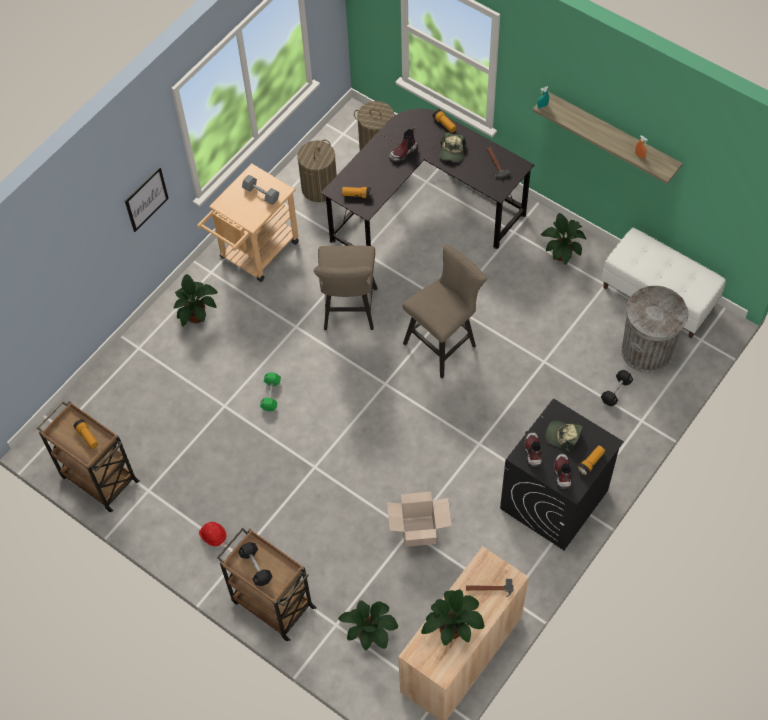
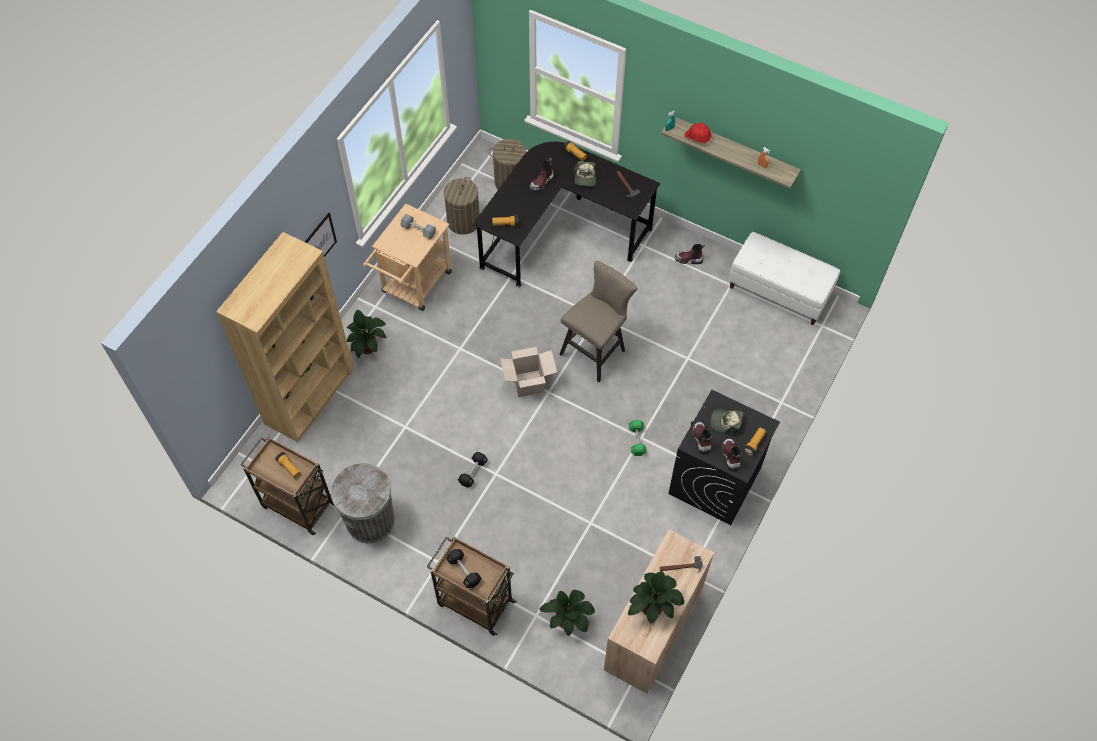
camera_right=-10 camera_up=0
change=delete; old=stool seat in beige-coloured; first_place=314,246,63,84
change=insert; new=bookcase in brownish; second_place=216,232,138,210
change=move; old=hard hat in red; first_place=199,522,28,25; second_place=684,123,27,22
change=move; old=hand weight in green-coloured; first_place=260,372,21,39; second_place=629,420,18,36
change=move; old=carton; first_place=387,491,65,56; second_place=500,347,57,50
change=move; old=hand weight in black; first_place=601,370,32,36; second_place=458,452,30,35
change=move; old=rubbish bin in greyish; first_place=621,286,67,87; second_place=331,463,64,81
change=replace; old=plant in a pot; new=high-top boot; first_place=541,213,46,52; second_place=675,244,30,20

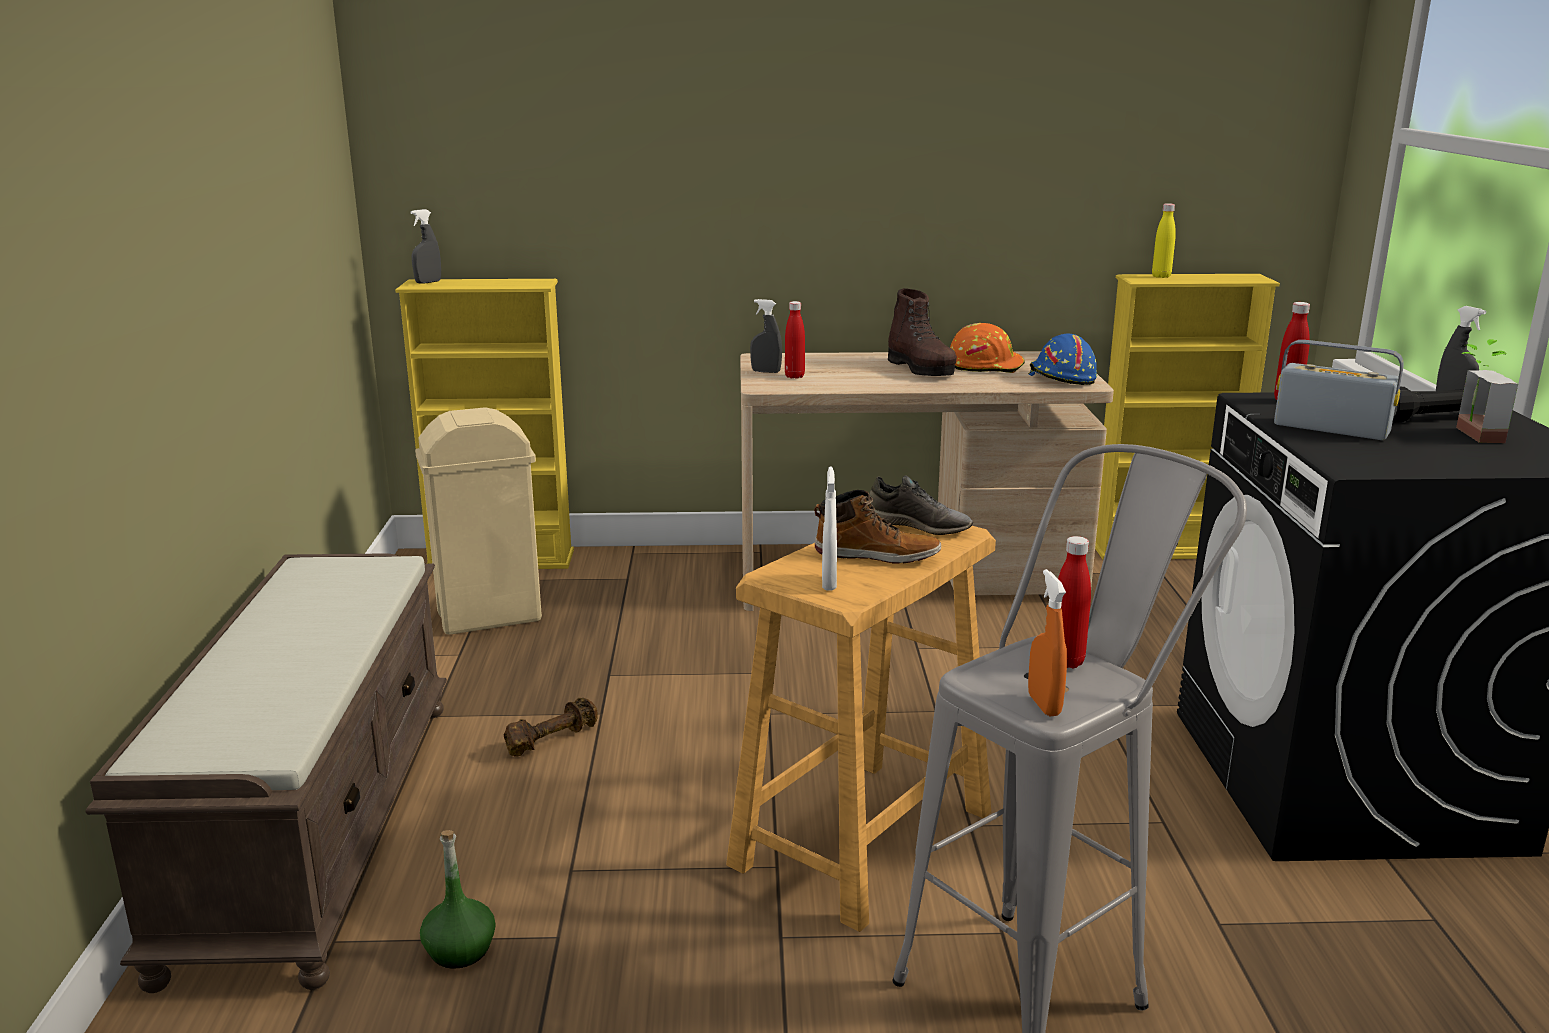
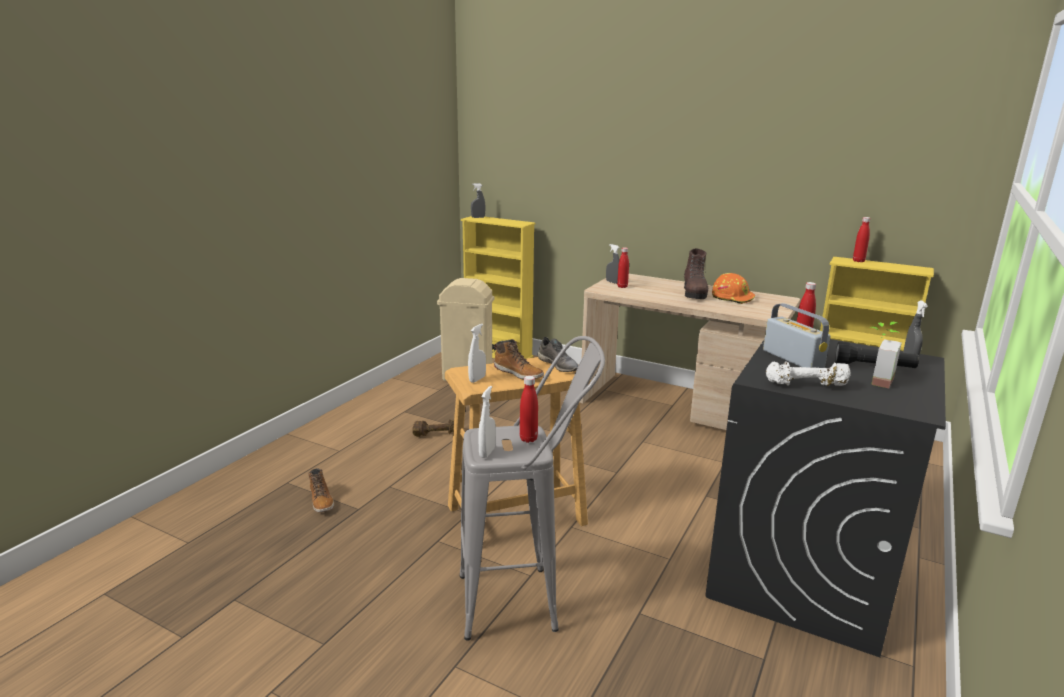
camera_right=30 camera_up=0
change=delete; old=bench in brownish; first_place=85,553,362,440
change=delete; old=hard hat in blue; first_place=1028,334,69,51
change=insert; new=hand weight in white-coloured; second_place=766,361,84,26
change=replace; old=bottle in green-coloured; new=high-top boot; first_place=420,830,76,139; second_place=308,468,26,44
change=recolor; old=sprayer in orangey; new=sprayer in white-coloured; first_place=1028,569,39,147; second_place=478,386,18,72
change=recolor; old=bottle in yellowish; new=bottle in red; first_place=1152,203,24,75; second_place=853,217,17,45

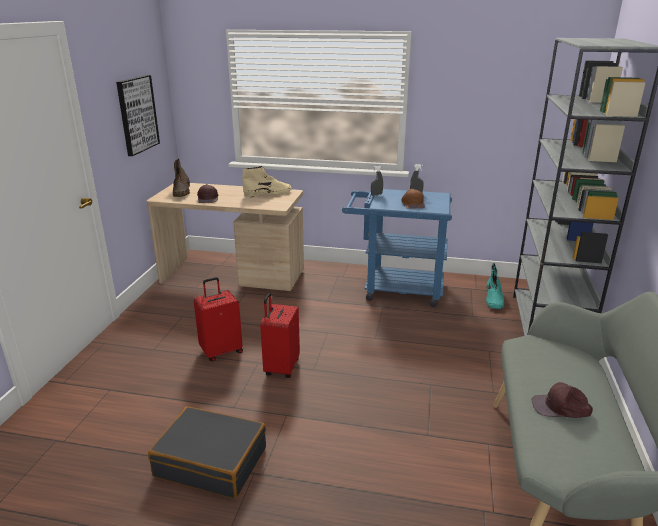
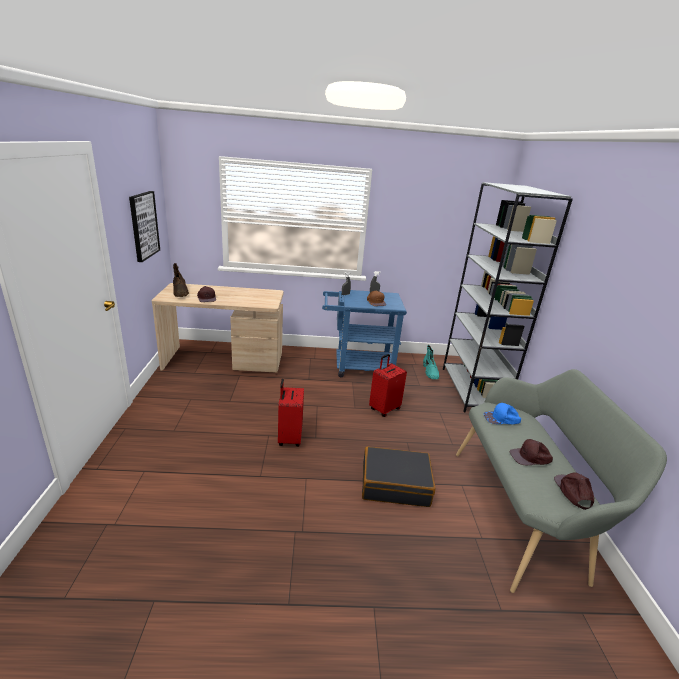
camera_right=-15 camera_up=0
change=delete; old=high-top boot in beige-coloured; first_place=242,165,50,32
change=insert; new=baseball cap in blue; second_place=483,403,38,21
change=insert; new=baseball cap in brownish; second_place=554,472,40,38
change=move; old=piece of luggage in black; first_place=148,406,118,92; second_place=362,446,73,61
change=move; old=piece of luggage in red; first_place=194,277,49,84; second_place=369,354,38,63

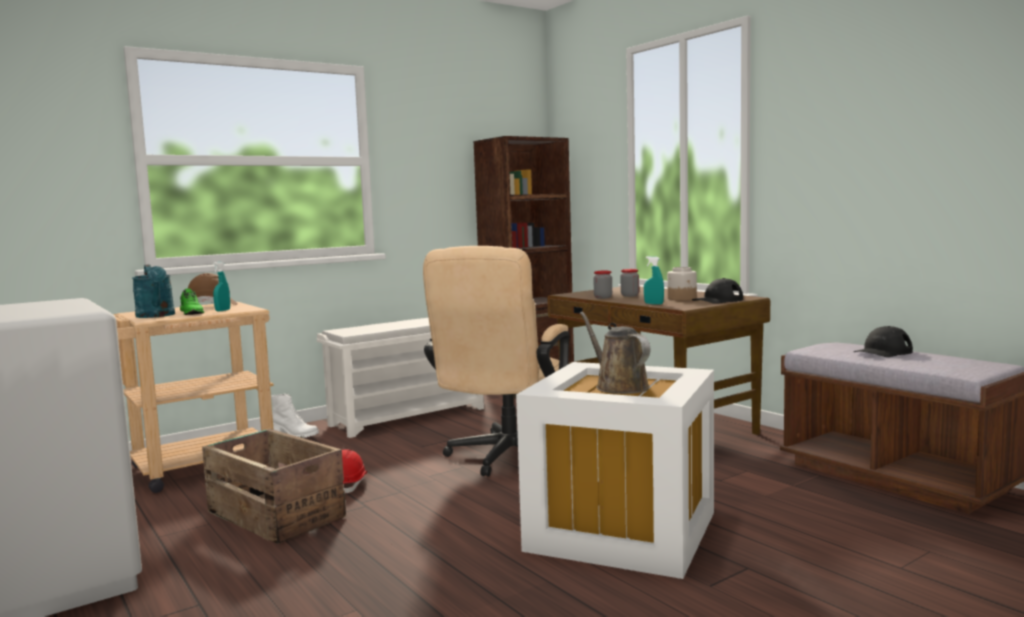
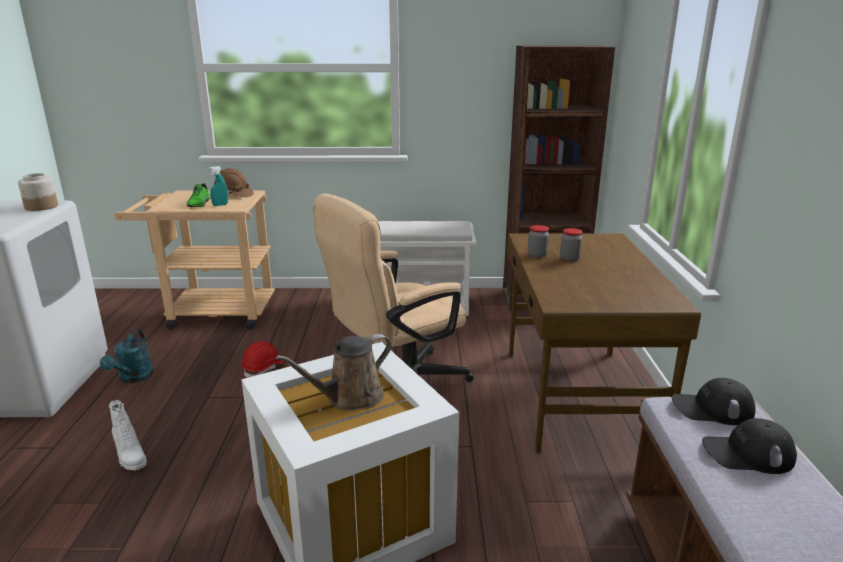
camera_right=35 camera_up=15
change=delete; old=packing crate; first_place=202,429,144,115
change=delete; old=sprayer in blue-green; first_place=644,256,20,49
change=move; old=watering pot in blue-green; first_place=132,264,43,54; second_place=100,329,53,54
change=move; old=high-top boot in white-coloured; first_place=271,394,48,44; second_place=109,400,38,70
change=move; old=storage jar; first_place=667,267,30,33; second_place=18,173,40,38
change=move; old=baseball cap in black; first_place=692,278,51,26; second_place=672,378,84,47
change=rotate; old=watering pot in brownish; first_place=580,312,71,82; second_place=275,334,117,76; degrees=-135

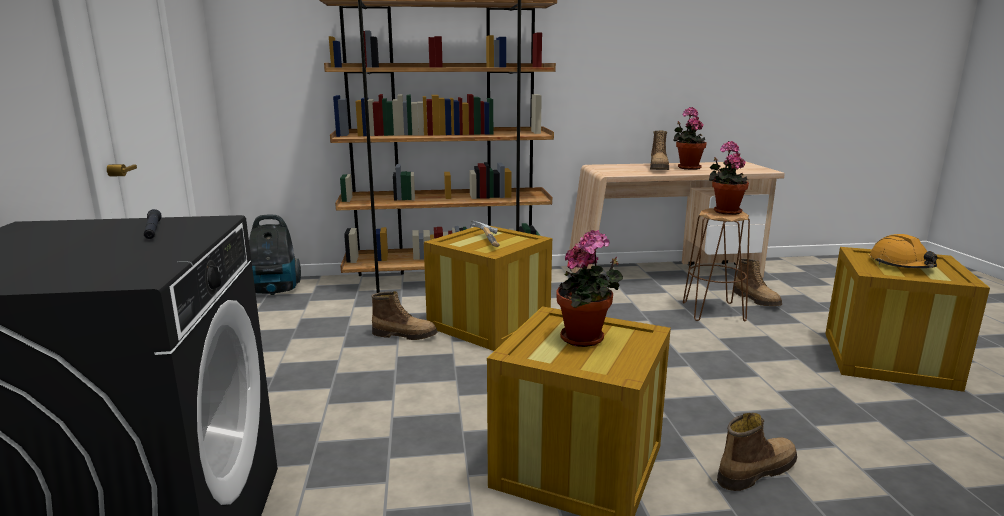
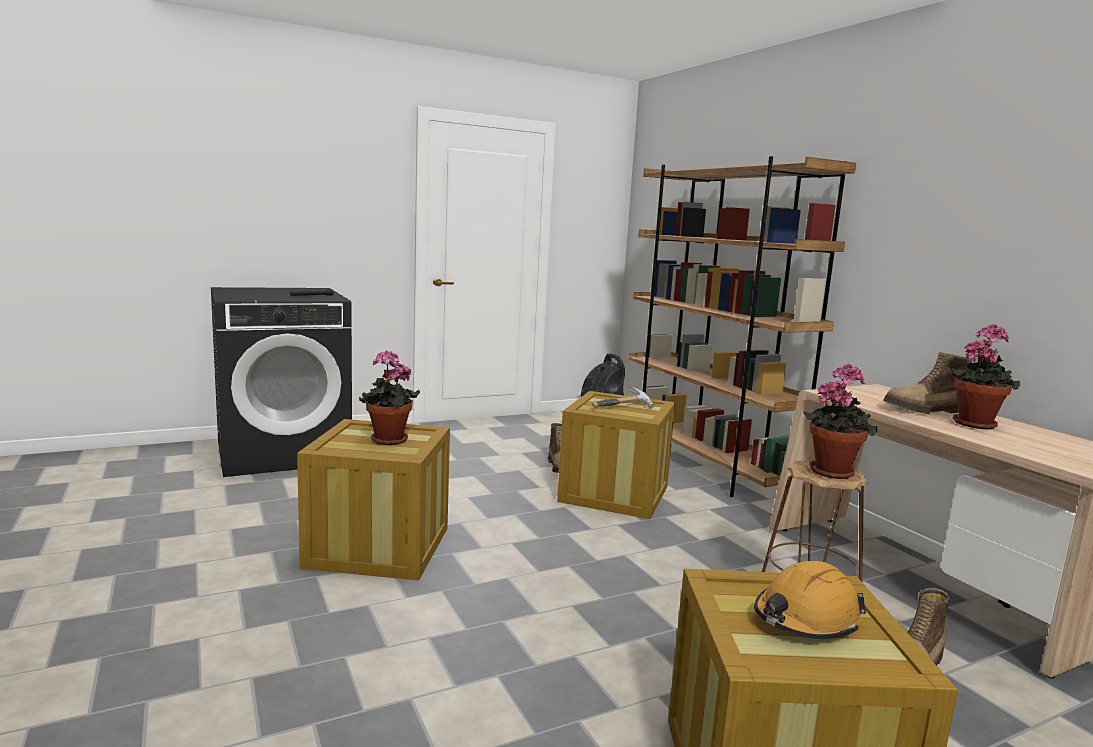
camera_right=70 camera_up=-5
change=delete; old=high-top boot; first_place=717,413,80,78

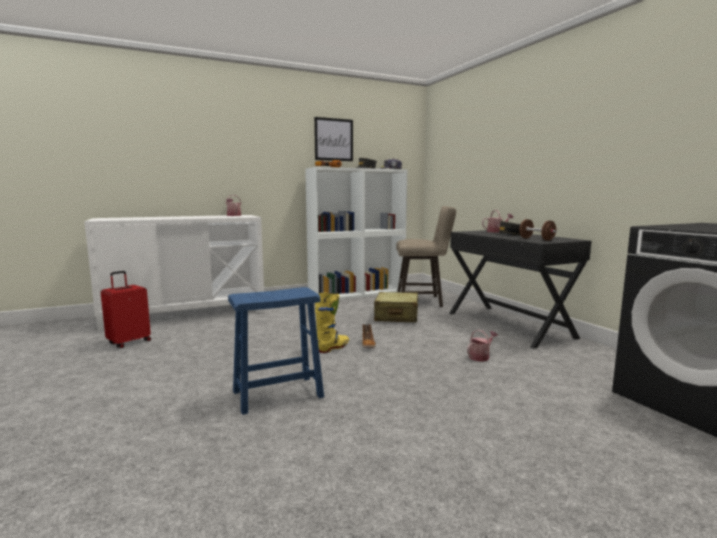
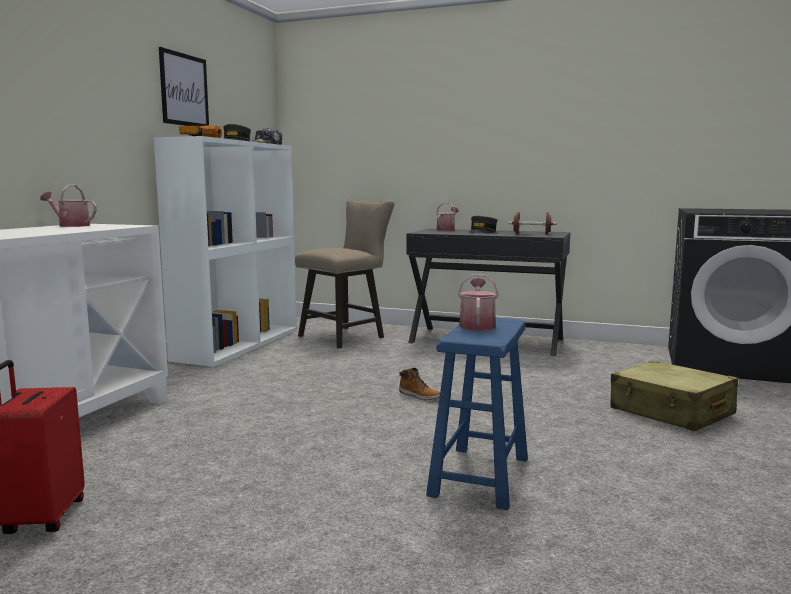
camera_right=-45 camera_up=0
change=delete; old=high-top boot in yellowish; first_place=315,292,34,61
change=move; old=piece of luggage in beige-coloured; first_place=374,292,44,30; second_place=610,361,128,70
change=move; old=watering pot; first_place=467,330,31,32; second_place=458,274,41,57

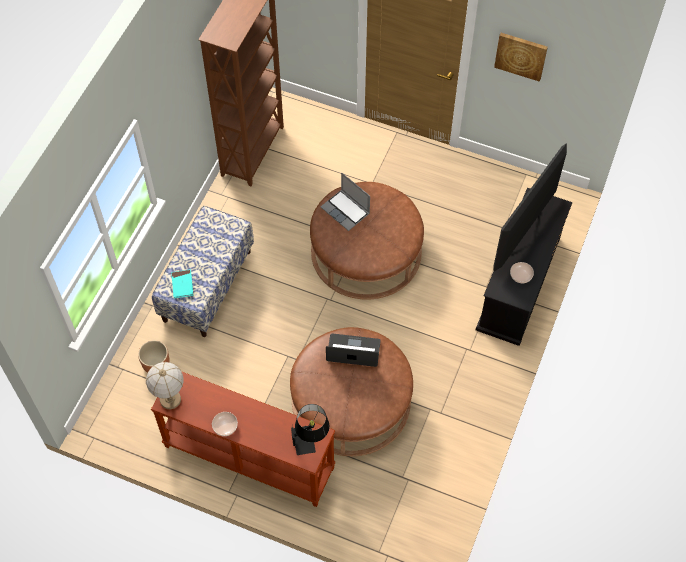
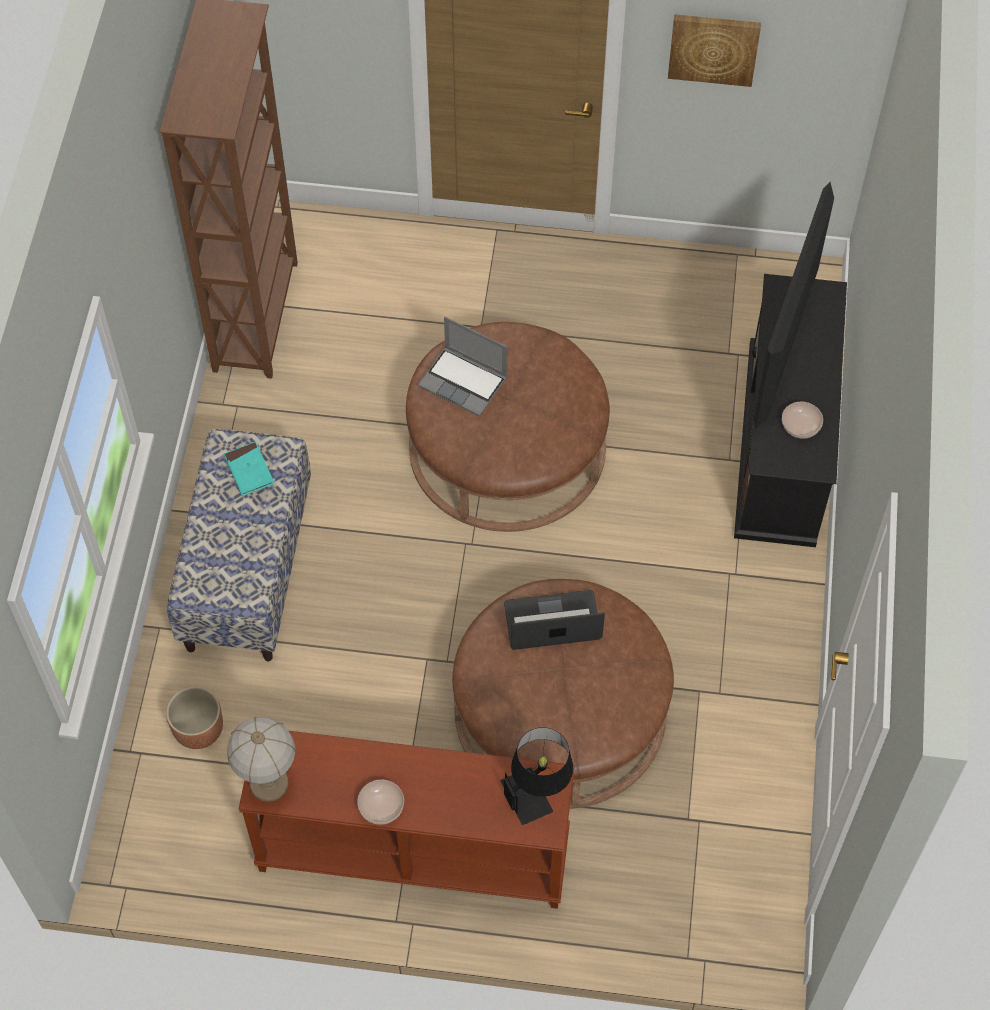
camera_right=-15 camera_up=0
change=move; old=volume in blue-green; first_place=171,269,22,29; second_place=224,441,50,55

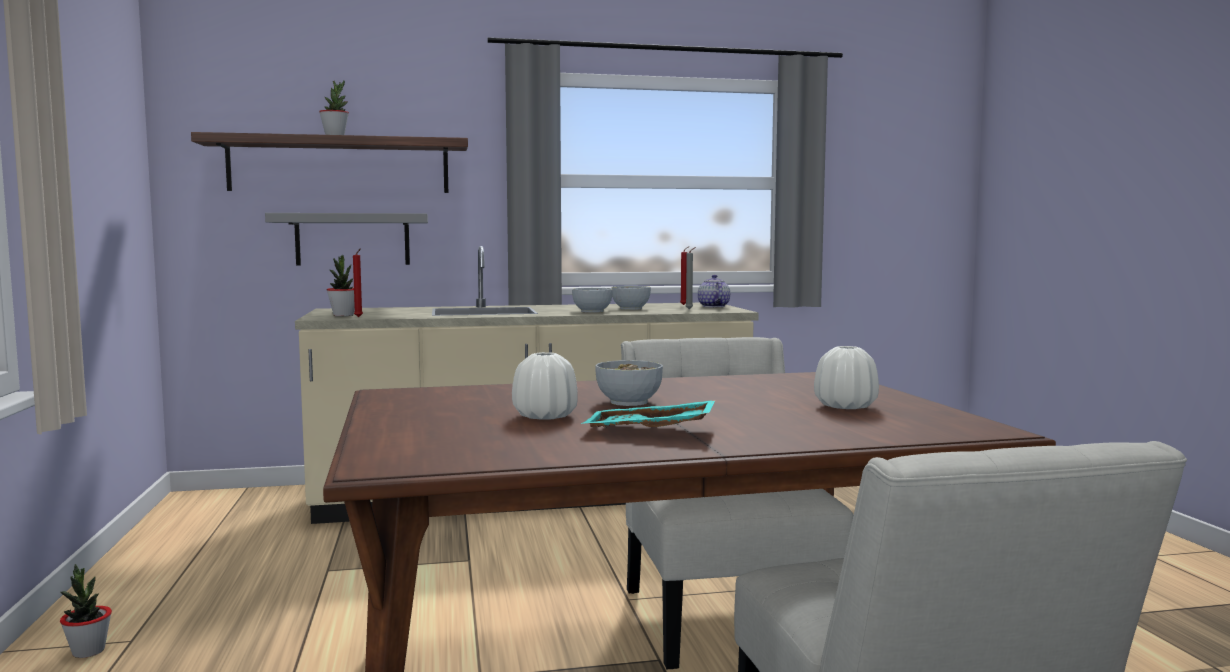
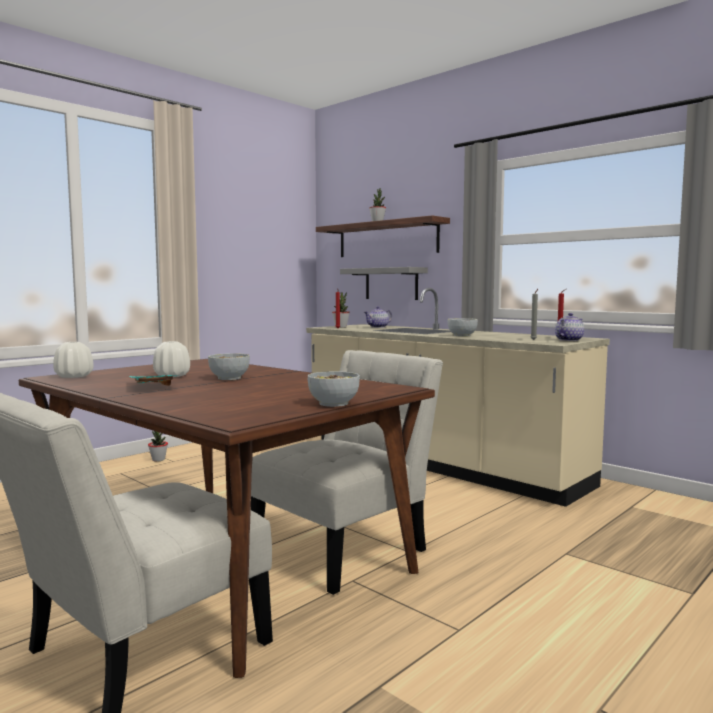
camera_right=55 camera_up=0
change=insert; new=teapot; second_place=364,306,28,22
change=move; old=deep dish; first_place=612,286,39,24; second_place=308,371,52,36
change=move; old=vase in white-coloured; first_place=814,346,65,63; second_place=53,342,41,36

